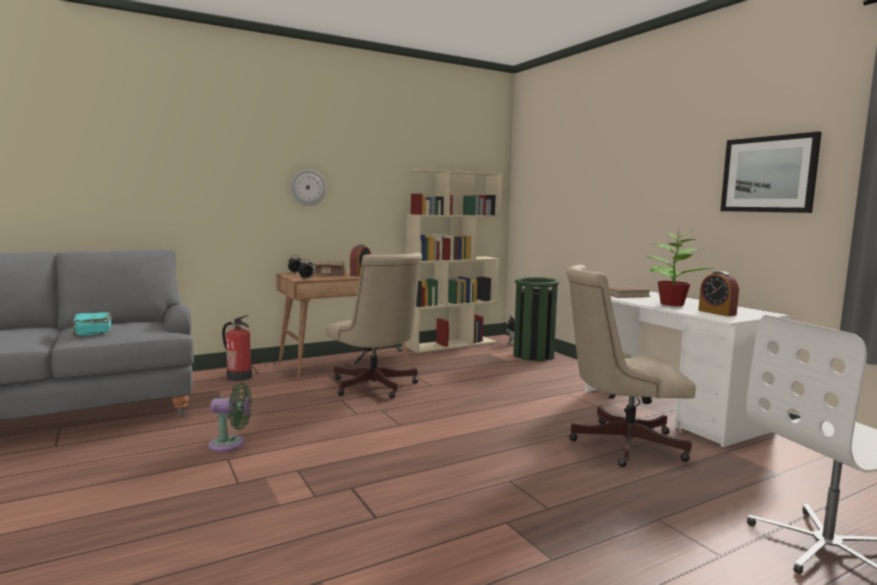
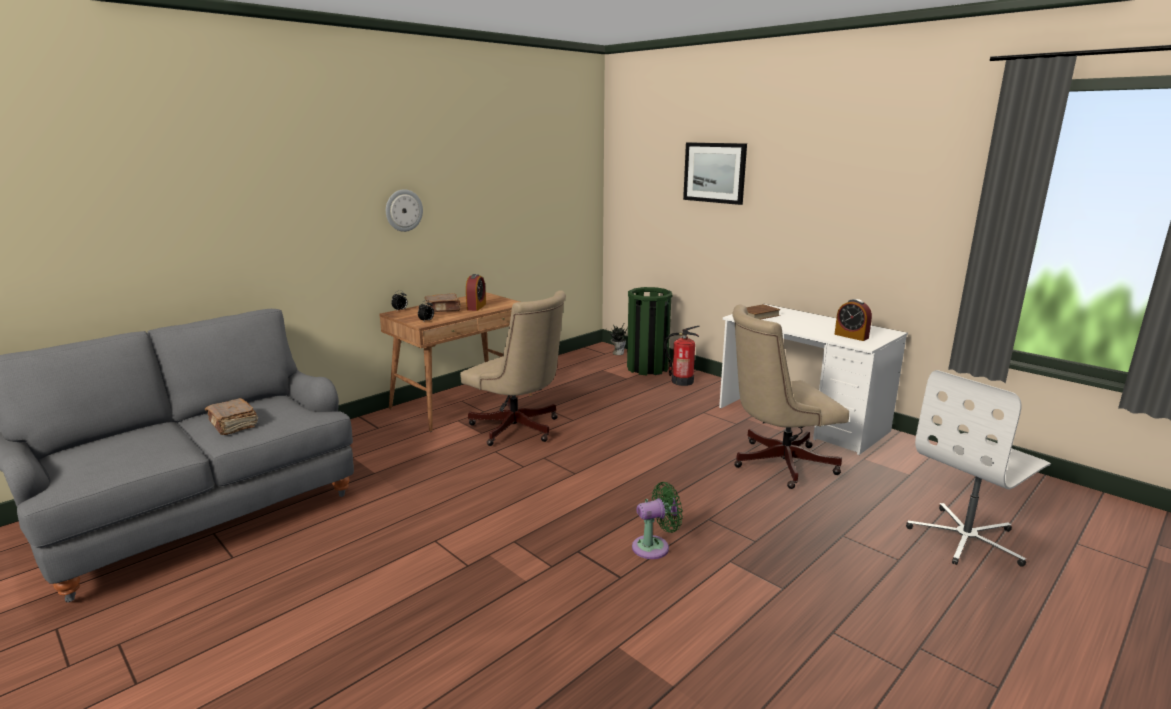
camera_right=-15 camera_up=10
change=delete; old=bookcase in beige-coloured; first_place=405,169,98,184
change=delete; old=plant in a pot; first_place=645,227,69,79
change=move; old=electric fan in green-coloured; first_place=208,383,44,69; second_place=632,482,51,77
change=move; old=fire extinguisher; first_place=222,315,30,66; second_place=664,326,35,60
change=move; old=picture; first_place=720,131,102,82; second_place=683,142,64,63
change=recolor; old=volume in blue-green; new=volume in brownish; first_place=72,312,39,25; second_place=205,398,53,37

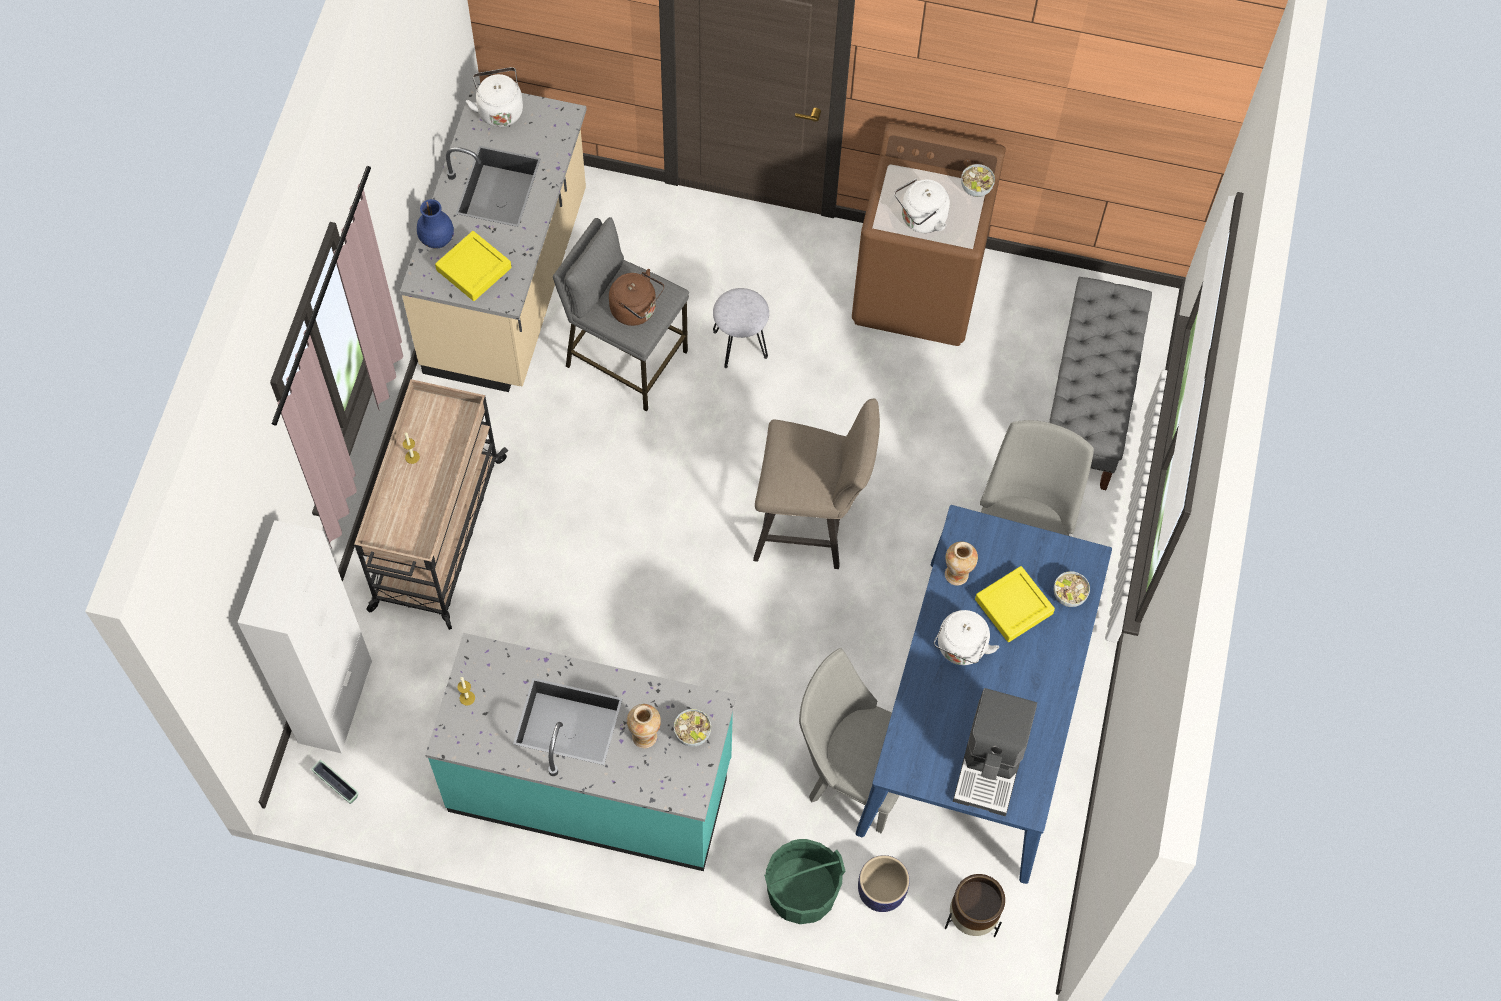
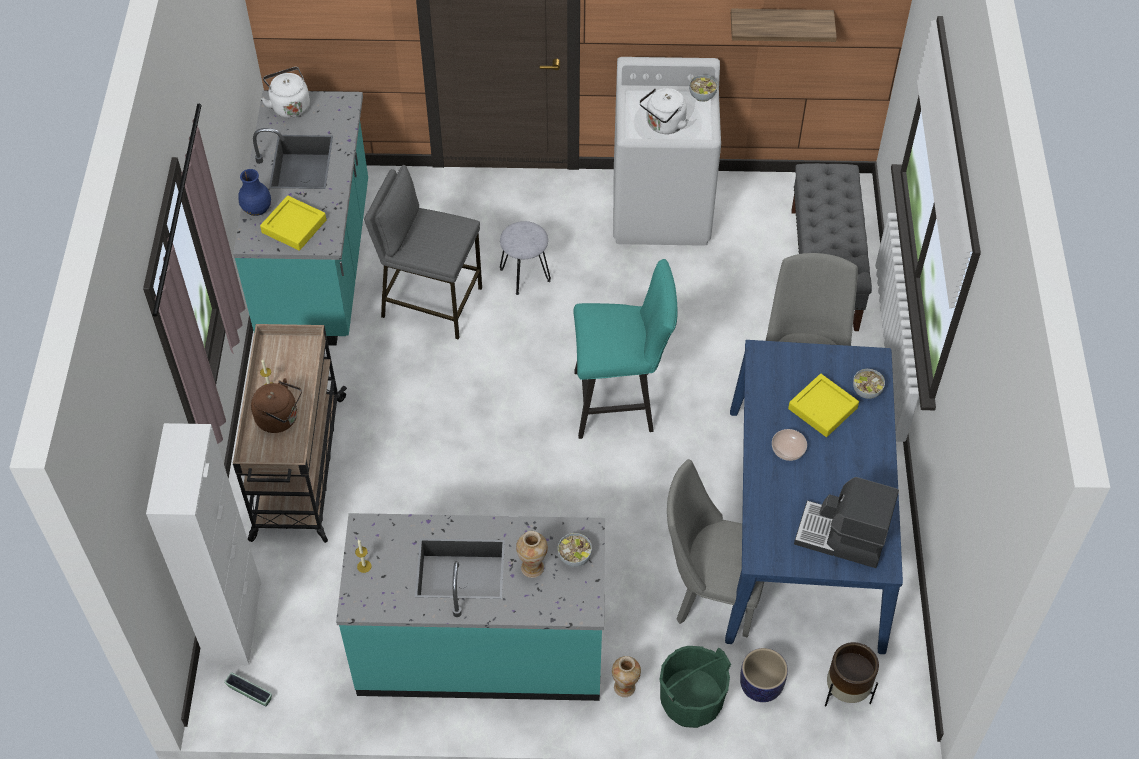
camera_right=-10 camera_up=-10
change=insert; new=wall shelf; second_place=731,9,106,33
change=move; old=tea kettle in brownish; first_place=609,269,55,57; second_place=251,378,51,55
change=move; old=vase; first_place=945,541,33,45; second_place=612,656,29,41
change=replace; old=tea kettle in white-coloured; new=deep dish; first_place=934,610,65,55; second_place=772,429,35,32
change=recolor; old=counter in beige-coloured; new=counter in blue-green; first_place=400,83,187,309; second_place=233,90,135,256
change=recolor; old=stool seat in beige-coloured; new=stool seat in blue-green; first_place=753,399,127,170; second_place=574,259,104,180
change=recolor; old=laundry machine in brownish; new=laundry machine in white-coloured; first_place=852,123,154,223; second_place=613,57,108,189
change=rotate; old=coffee brewer; first_place=953,688,84,128; second_place=794,477,105,91; degrees=105

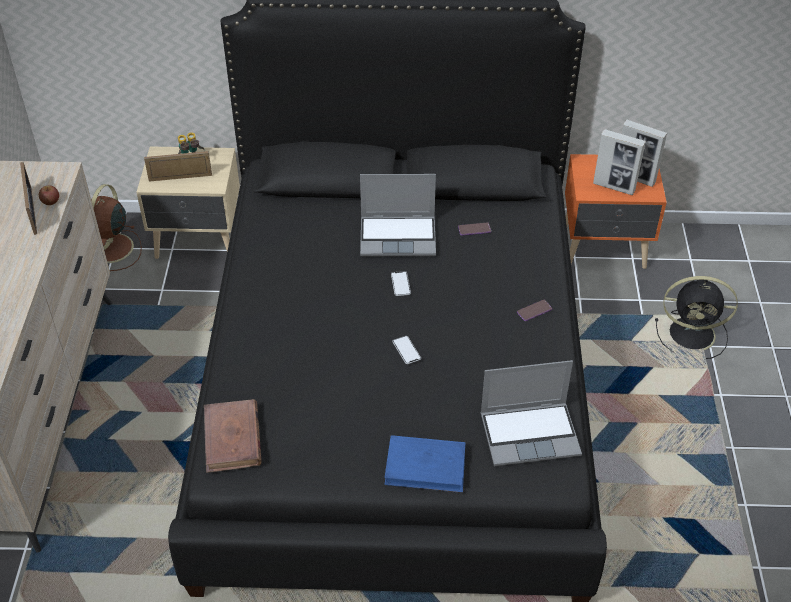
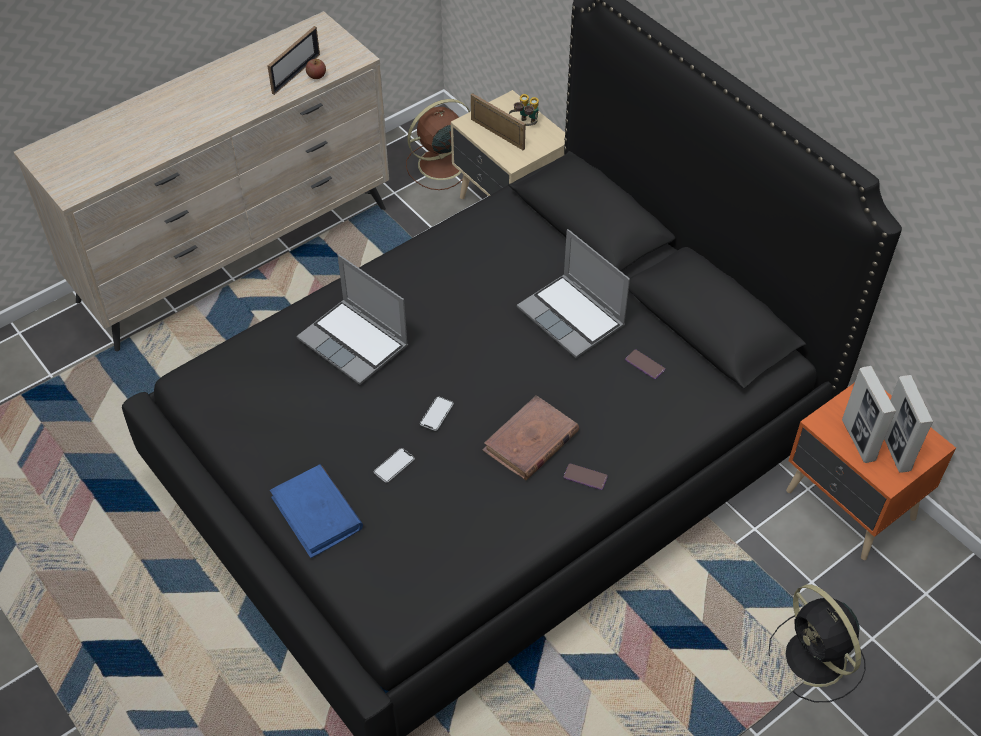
camera_right=50 camera_up=5
change=move; old=volume in brownish; first_place=204,399,58,74; second_place=482,395,97,86
change=move; old=handset; first_place=391,271,20,25; second_place=374,448,41,35
change=move; old=notebook computer; first_place=481,360,101,106; second_place=297,254,111,131

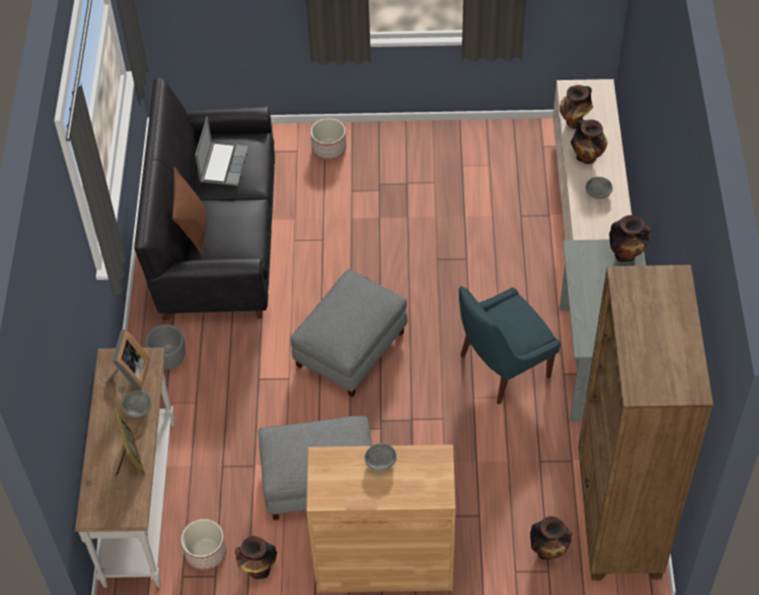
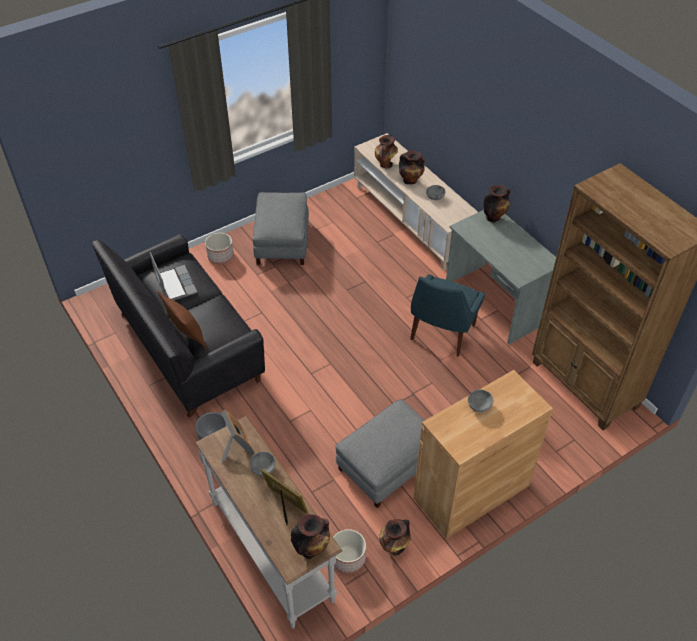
camera_right=-35 camera_up=-5
change=move; old=ottoman in greyish; first_place=290,269,117,128; second_place=253,192,56,73
change=move; old=vase; first_place=530,516,42,44; second_place=291,514,39,45

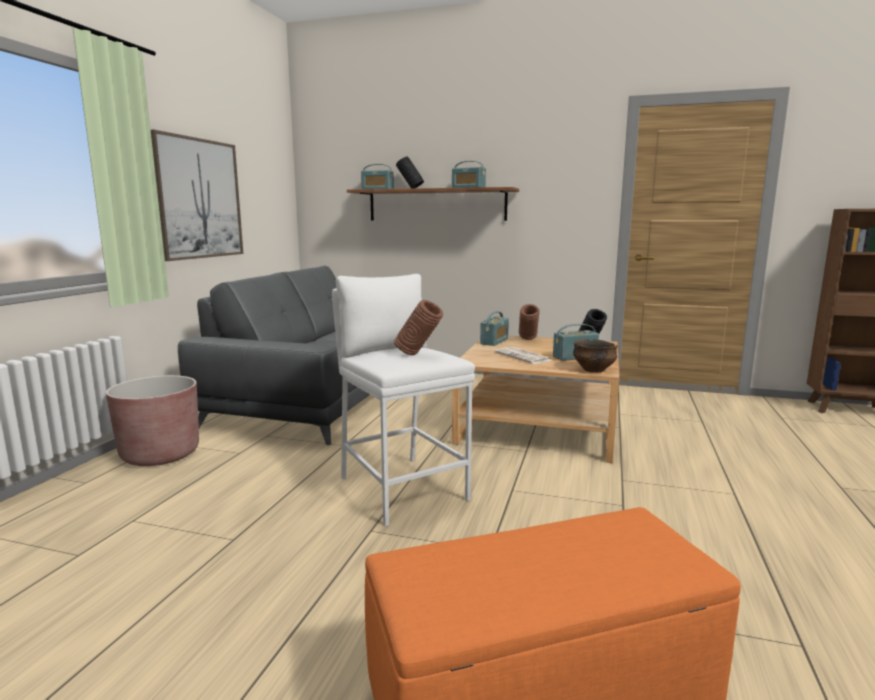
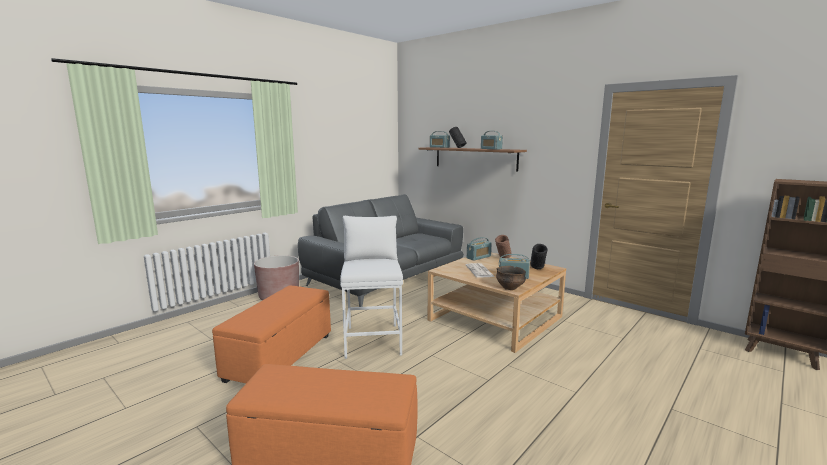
camera_right=25 camera_up=0
change=delete; old=picture; first_place=151,130,92,131
change=delete; old=vase in brownish; first_place=394,300,49,55
change=insert; new=ottoman in orangey; second_place=212,285,119,99

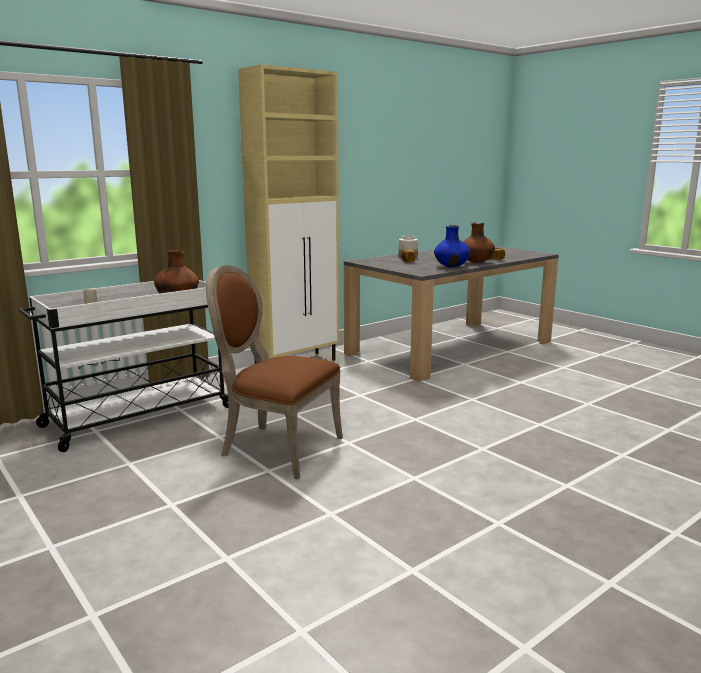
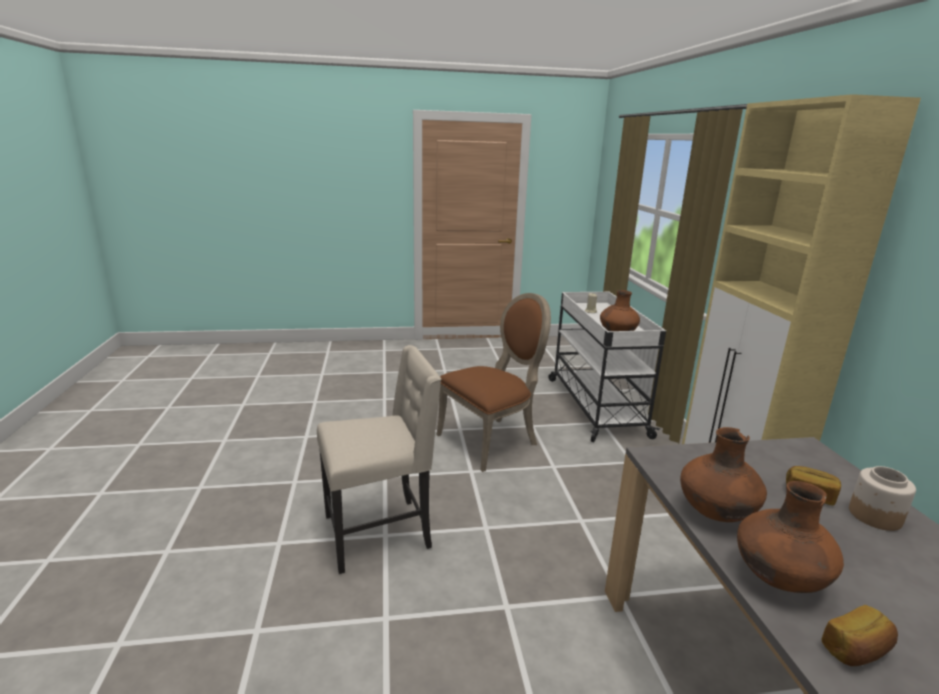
camera_right=120 camera_up=5
change=insert; new=chair in beige-coloured; second_place=317,345,124,229
change=recolor; old=vase in blue; new=vase in brownish; first_place=434,225,37,42; second_place=680,427,87,95

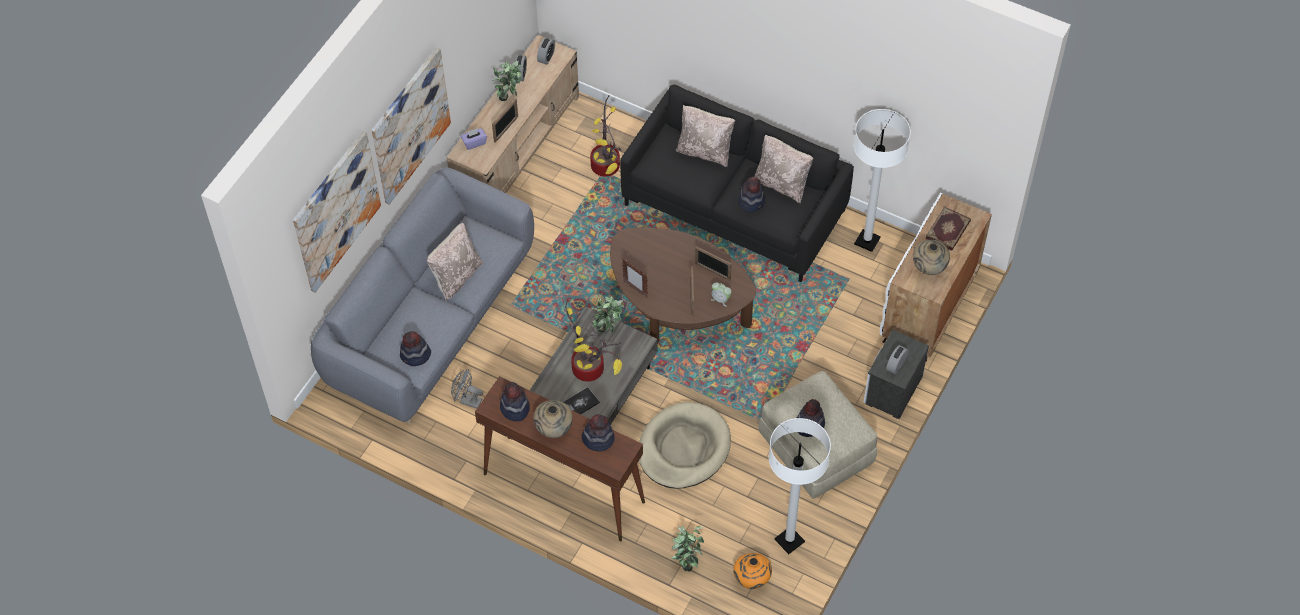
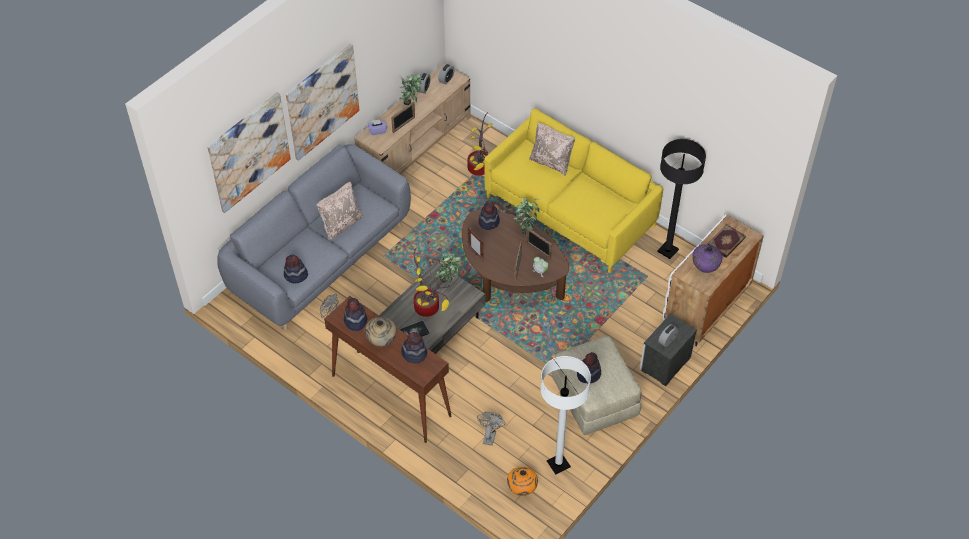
camera_right=10 camera_up=-5
change=delete; old=pet bed in beige-coloured; first_place=639,402,92,87
change=delete; old=pillow in beige-coloured; first_place=754,134,60,69
change=insert; new=electric fan in greyish; second_place=477,412,28,34
change=move; old=plant in a pot; first_place=671,526,33,46; second_place=514,197,26,38
change=move; old=hat; first_place=738,177,27,35; second_place=478,201,22,29
change=recolor; old=settee in black; new=settee in yellowish; first_place=620,85,234,197; second_place=484,109,180,164
change=recolor; old=floor lamp in white-coloured; new=floor lamp in black; first_place=853,109,58,143; second_place=657,139,49,120
change=recolor; old=vase in beige-coloured; new=vase in purple-coloured; first_place=913,240,37,35; second_place=692,244,30,29

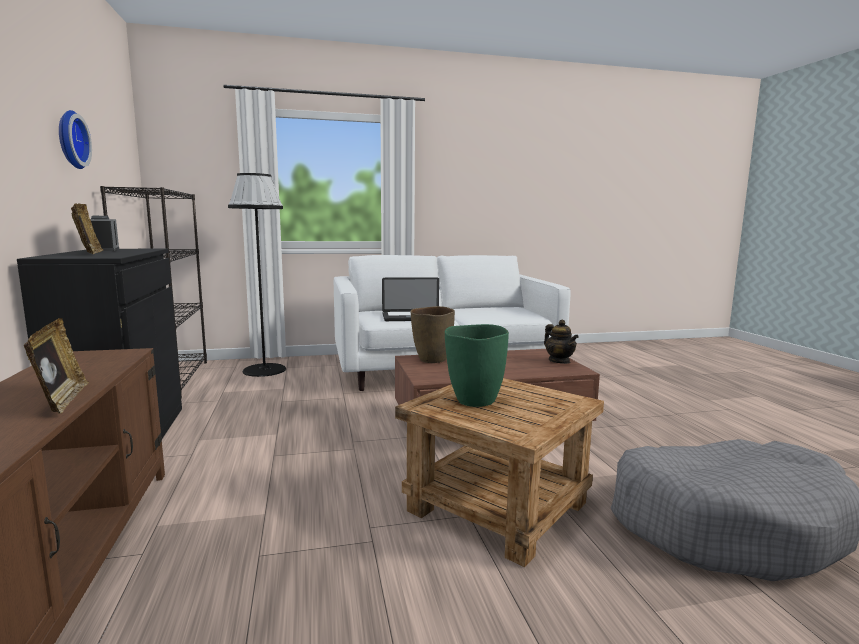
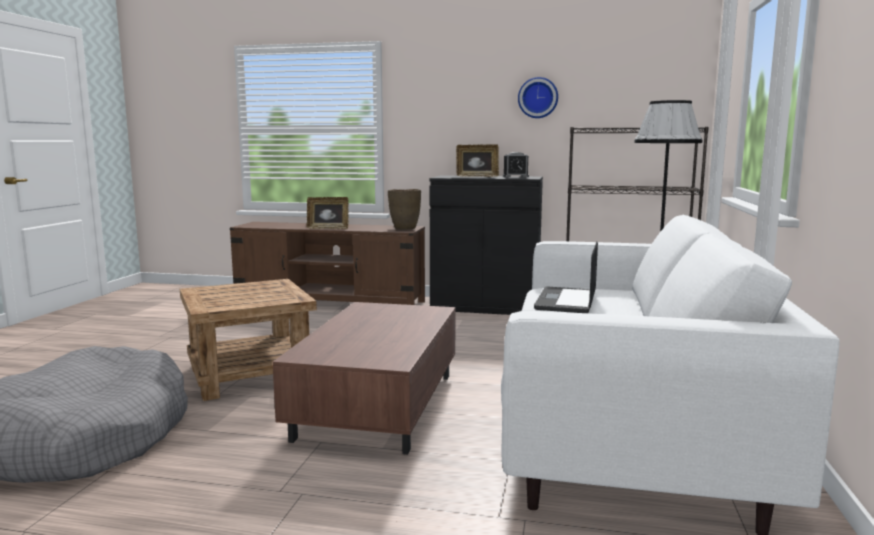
camera_right=115 camera_up=0
change=delete; old=vase in green-coloured; first_place=445,324,64,83
change=delete; old=teapot; first_place=544,319,35,45
change=move; old=vase in brownish; first_place=411,306,44,57; second_place=388,189,33,41

